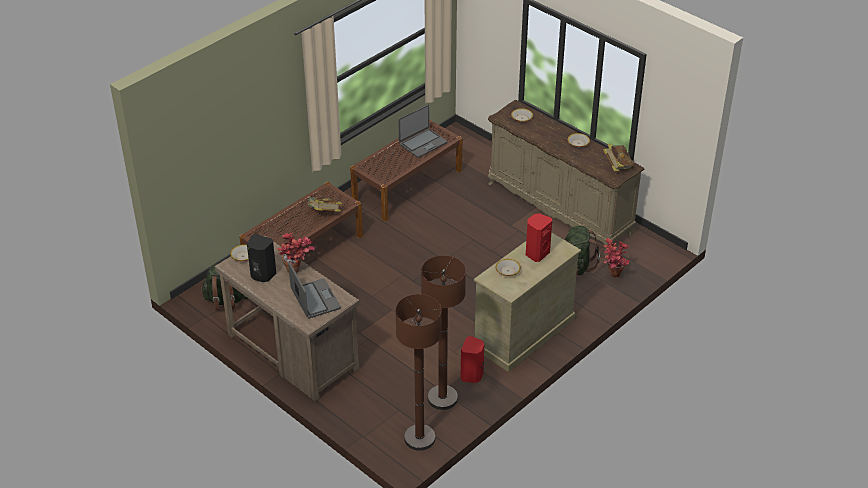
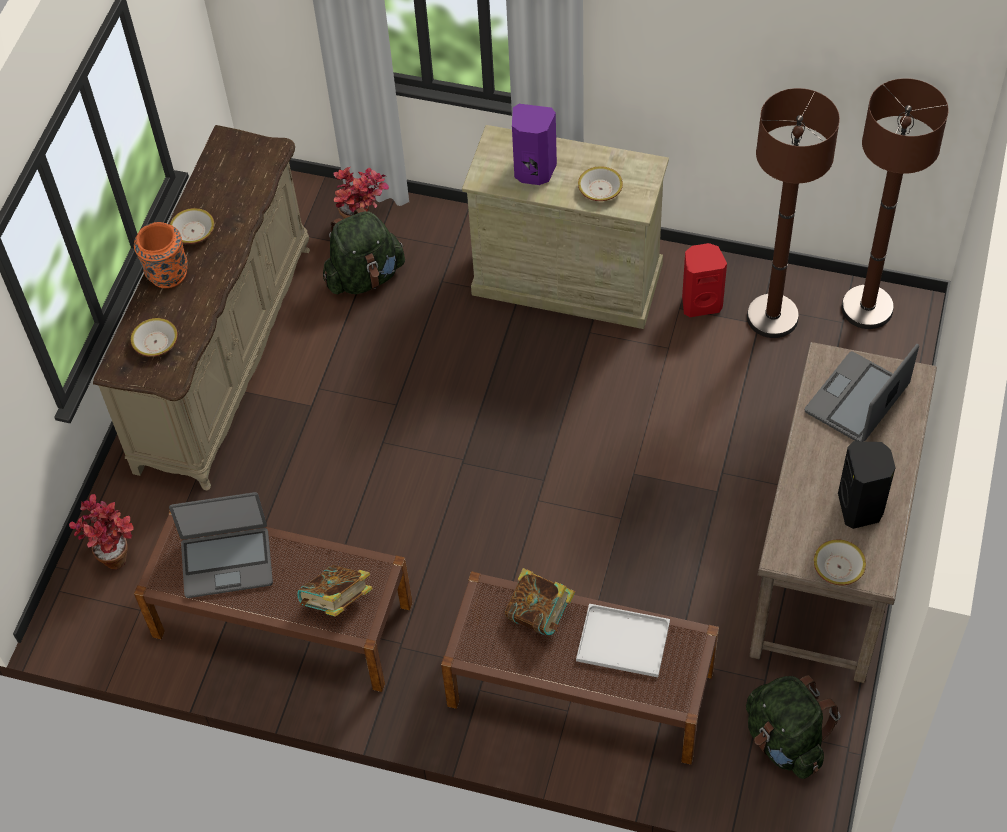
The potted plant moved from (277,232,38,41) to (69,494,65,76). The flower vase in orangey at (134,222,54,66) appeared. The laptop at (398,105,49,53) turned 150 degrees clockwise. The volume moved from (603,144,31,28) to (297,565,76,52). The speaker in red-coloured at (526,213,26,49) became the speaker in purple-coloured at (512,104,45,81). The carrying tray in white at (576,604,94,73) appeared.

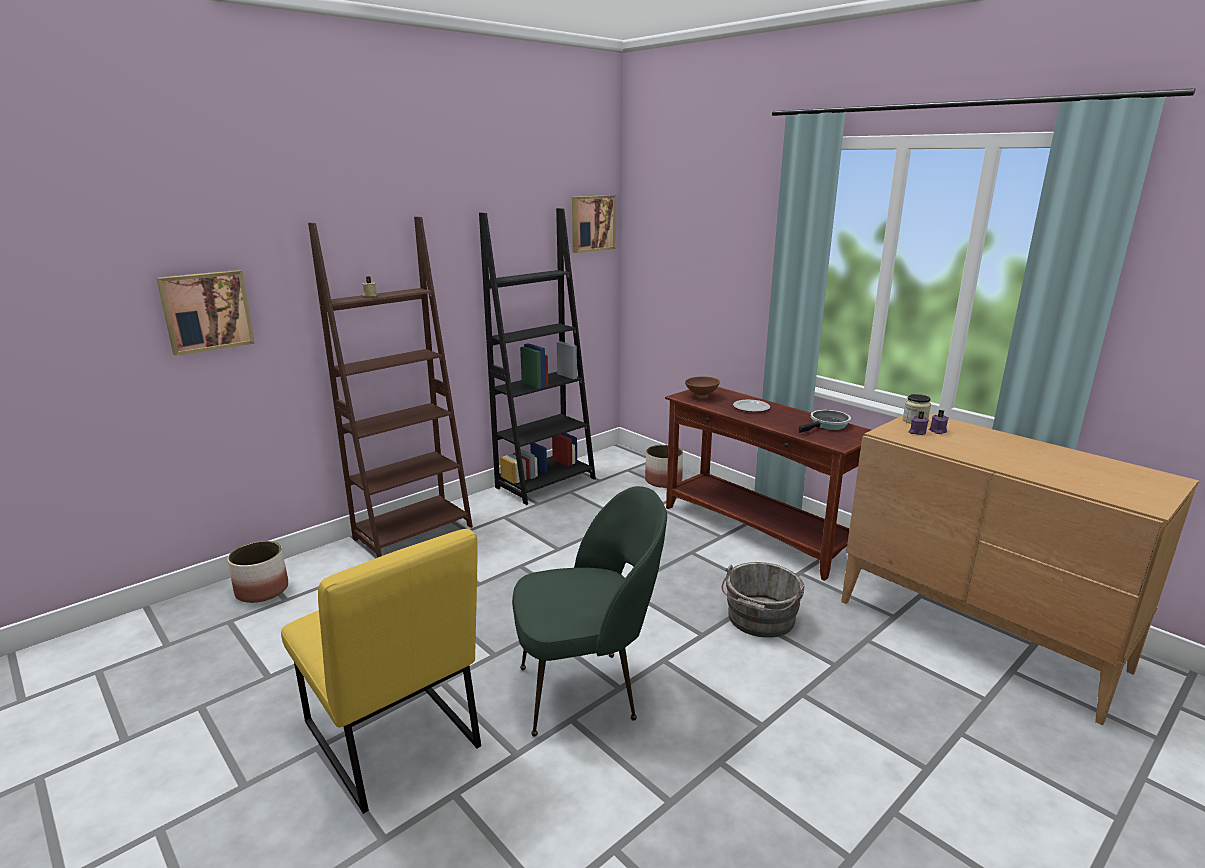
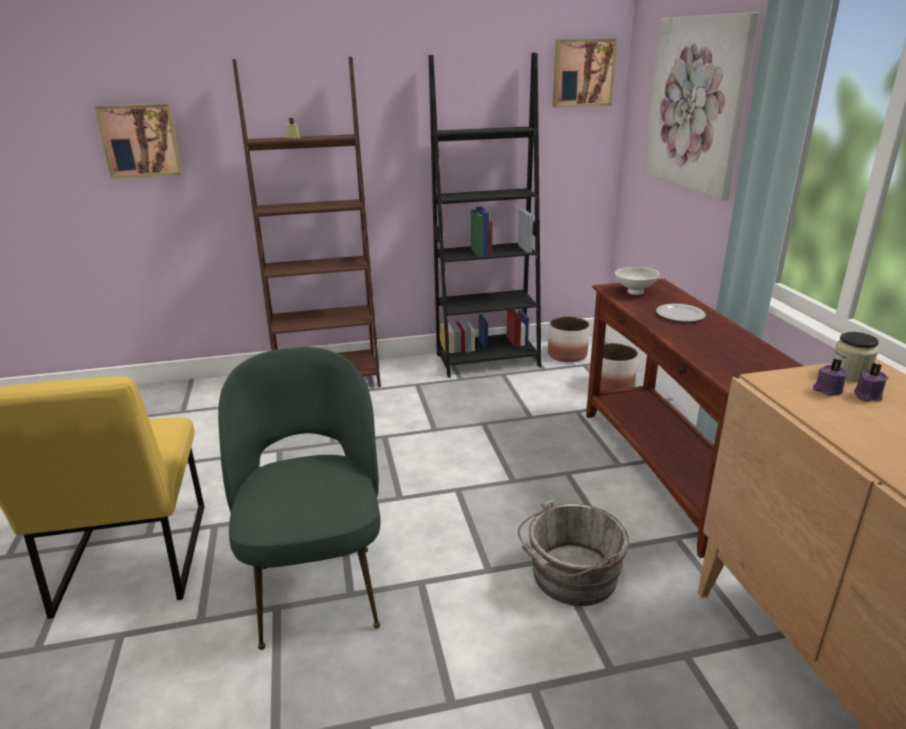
The plain chair in green at (512,486,155,251) turned 120 degrees counterclockwise. The planter moved from (227,541,61,62) to (548,316,42,46). The bowl in brown-coloured at (685,376,35,23) became the bowl in white at (615,267,44,28). The picture at (643,12,117,188) appeared. The frying pan at (799,410,52,23) disappeared.

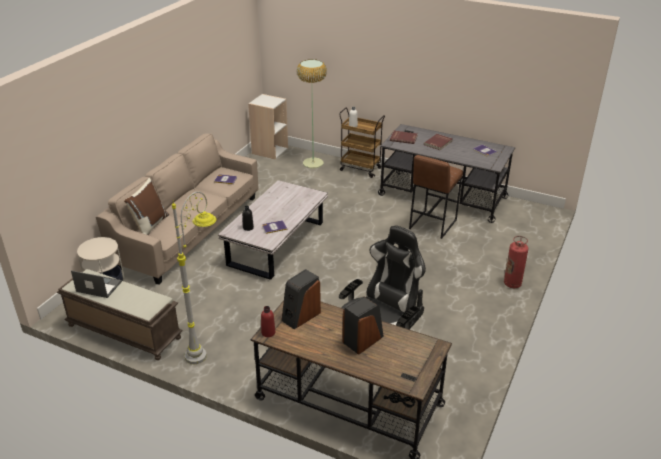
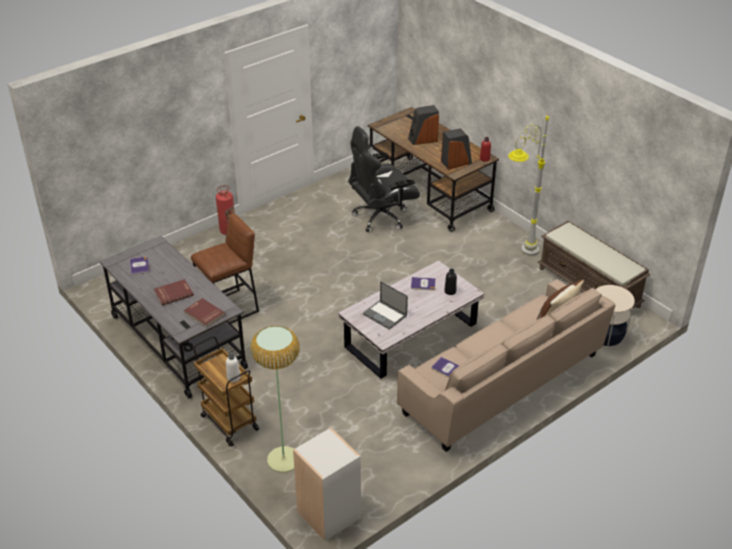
The laptop moved from (71,271,51,27) to (363,281,45,49).

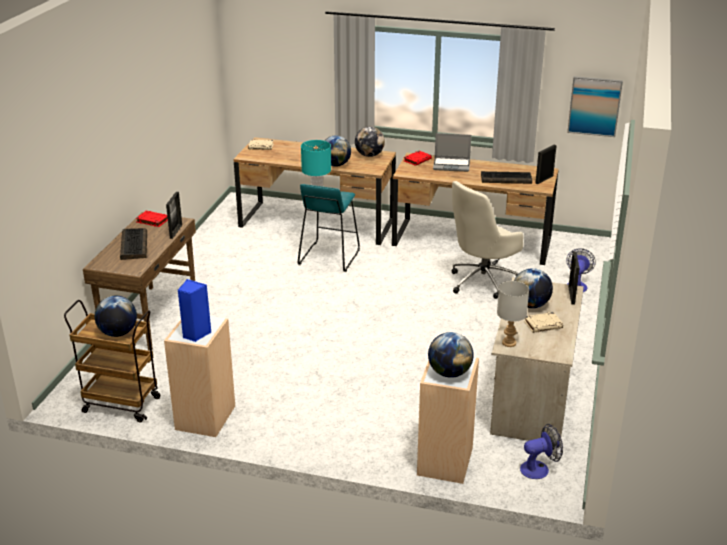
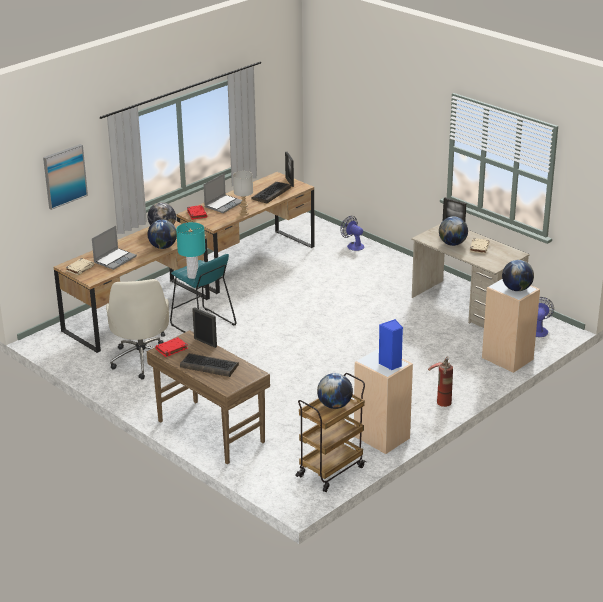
The picture moved from (567,76,56,61) to (43,144,45,66). The laptop at (92,226,45,44) appeared. The computer chair in sand-coloured moved from (452,181,72,118) to (106,279,63,100). The tabletop lamp in greyish moved from (497,281,32,66) to (233,171,20,45). The fire-fighting cylinder at (428,356,25,51) appeared.

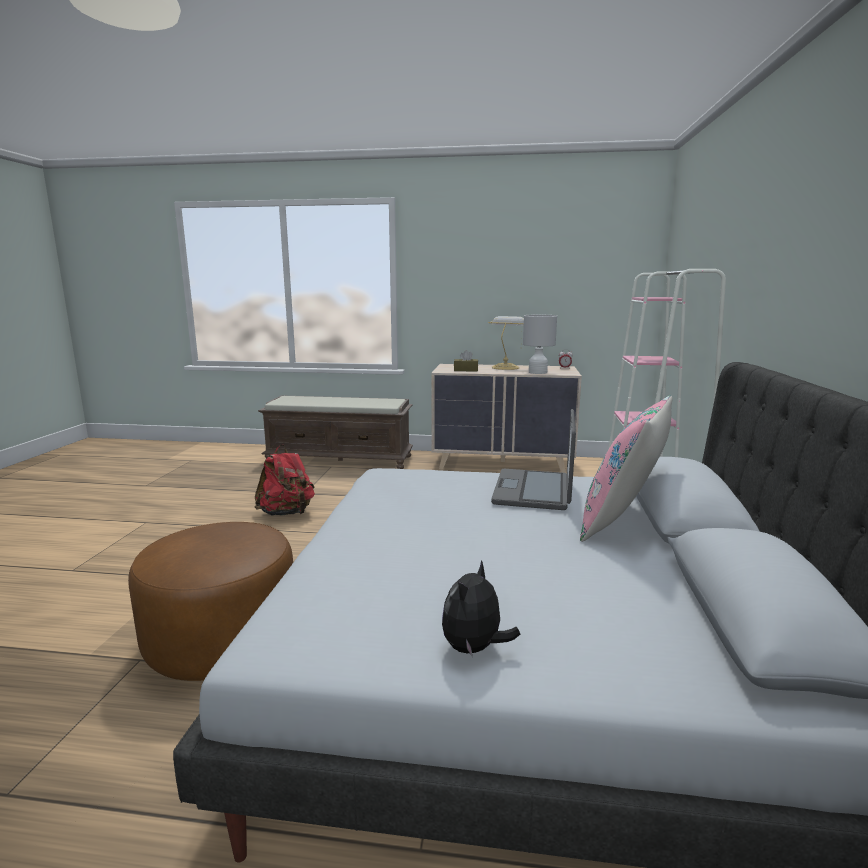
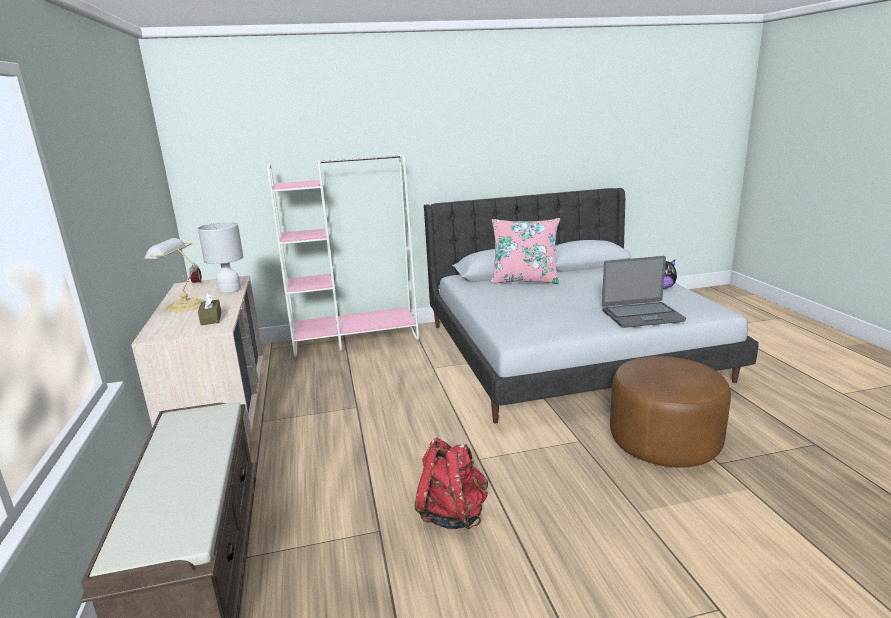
The laptop moved from (491,409,85,101) to (602,256,84,72).

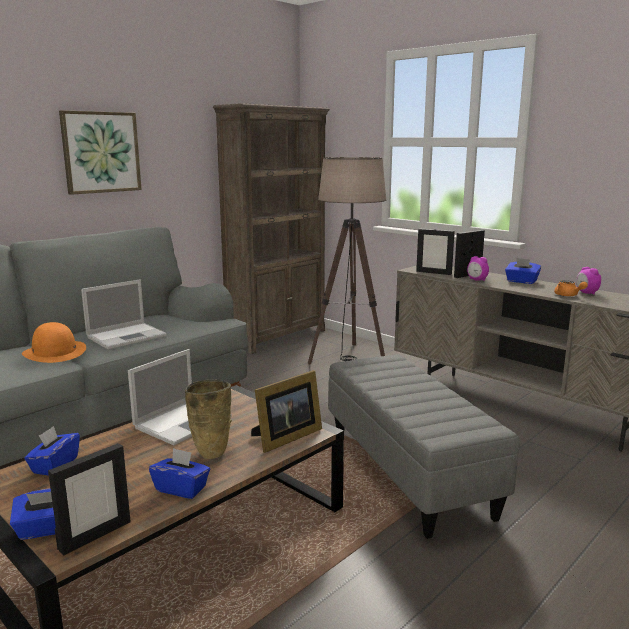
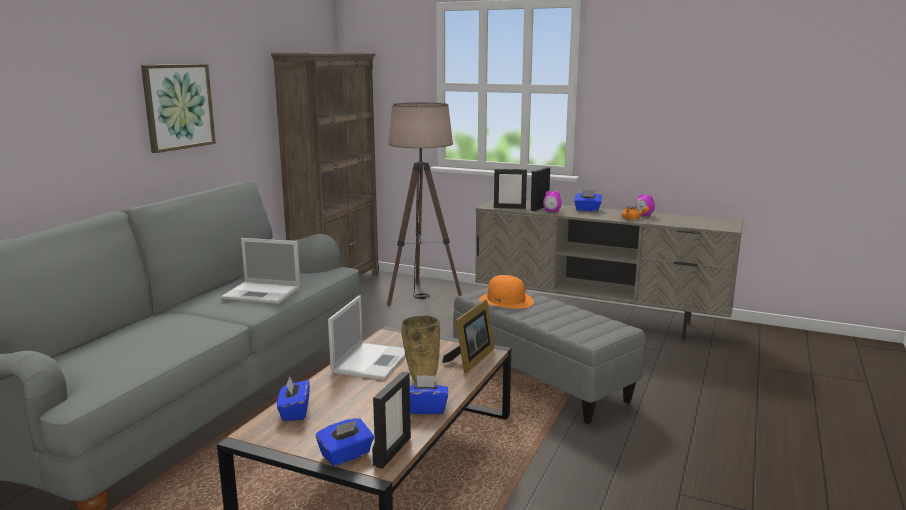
The laptop at (81,279,86,70) turned 75 degrees clockwise. The wearable hat in orangey moved from (22,322,64,41) to (479,275,55,34).

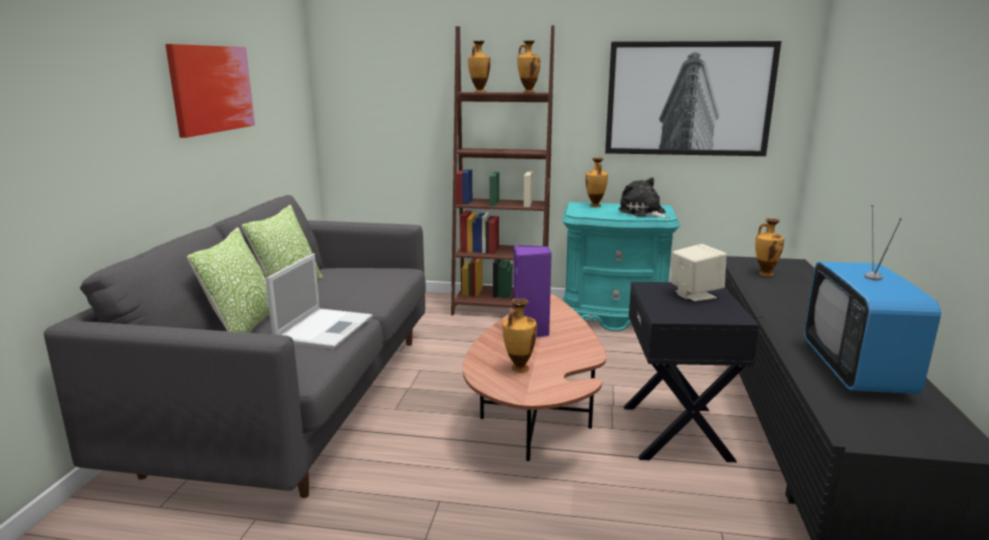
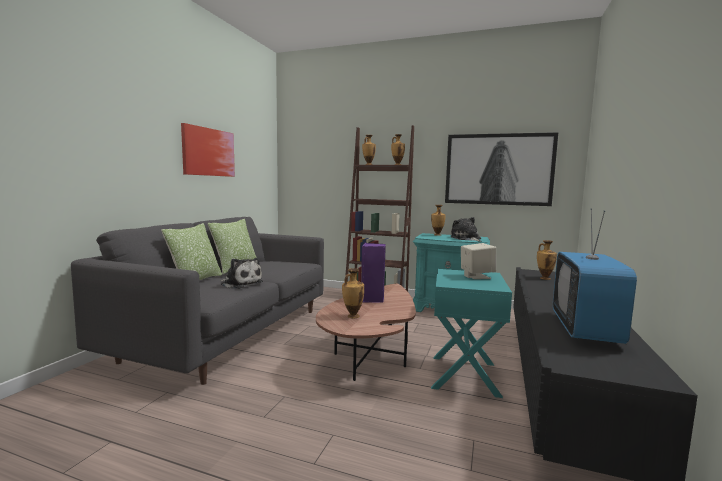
The laptop at (266,254,106,95) was replaced by the cuddly toy at (221,258,42,31). The side table in black-coloured at (624,282,135,180) became the side table in turquoise-coloured at (431,269,81,129).

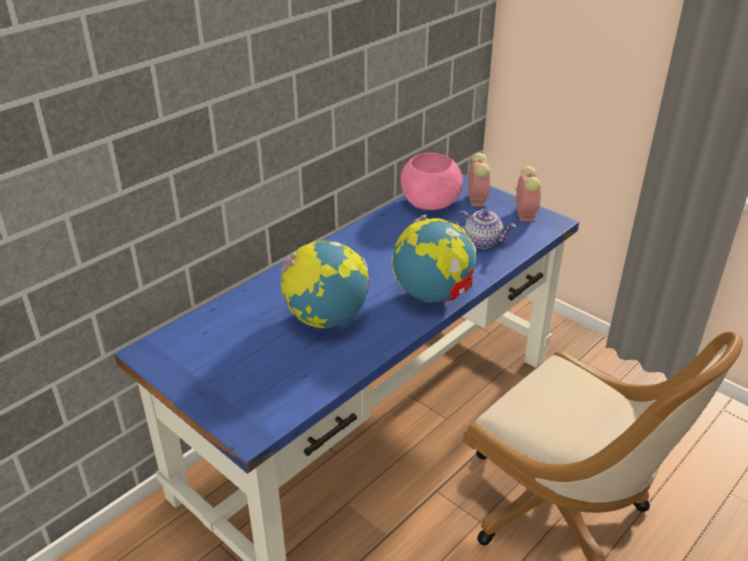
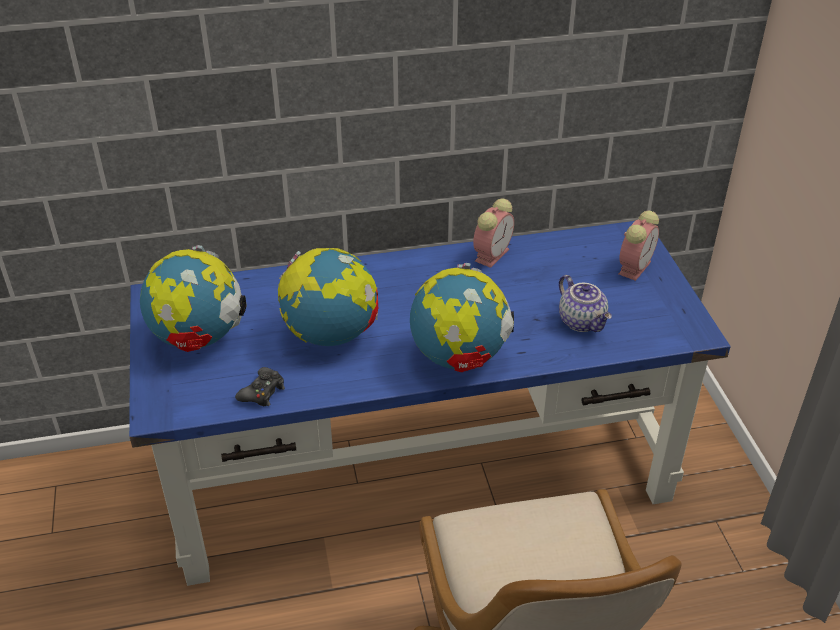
The world globe at (140,245,106,107) appeared. The joypad in black-coloured at (235,367,50,39) appeared. The bedside clock moved from (514,166,27,56) to (473,198,41,70). The bowl in pink at (400,153,63,57) disappeared.

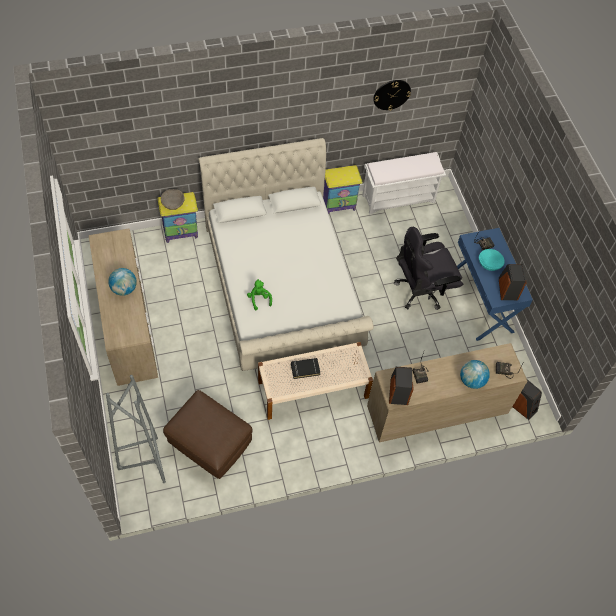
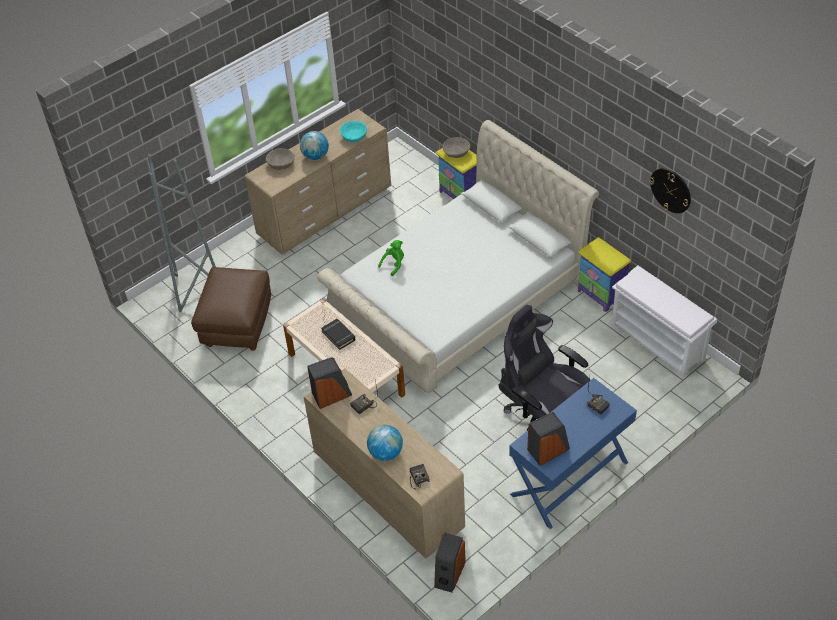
The bowl in sand-coloured at (266,148,29,22) appeared. The bowl in turquoise-coloured moved from (479,249,26,22) to (340,121,27,21).

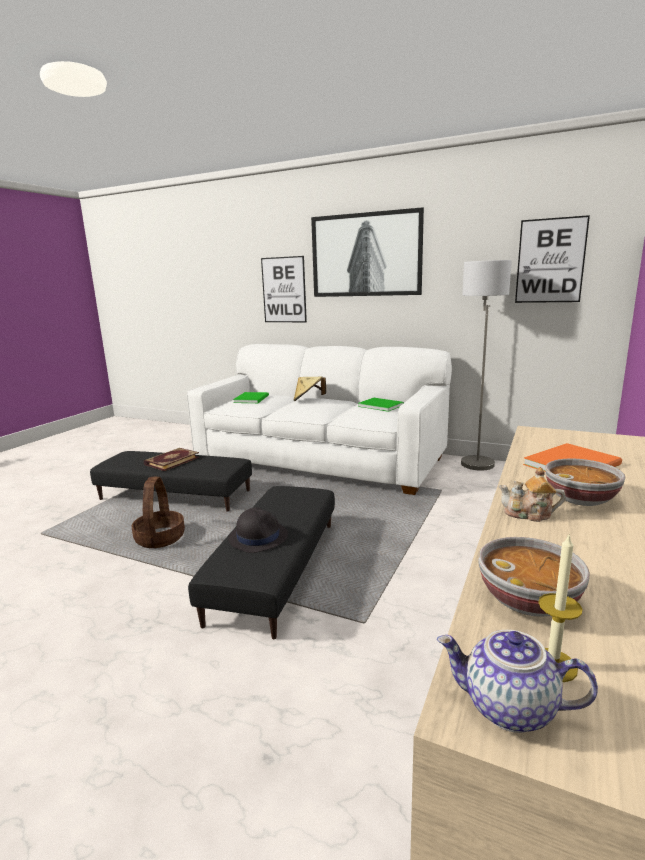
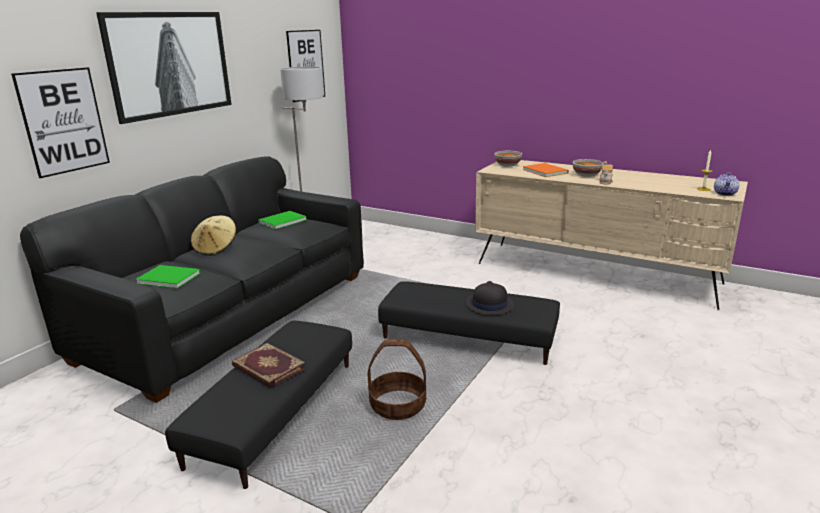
The settee in white at (187,344,265,151) became the settee in black-coloured at (20,156,344,247). The bowl moved from (478,537,112,79) to (494,151,28,15).

